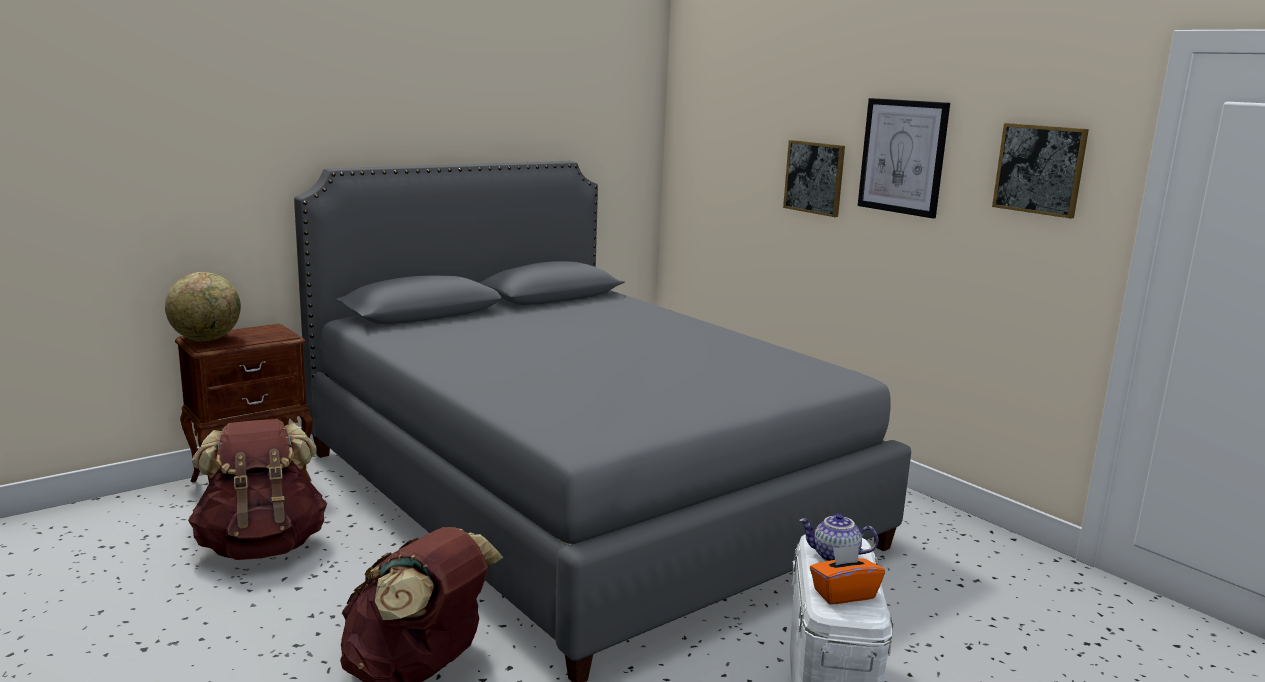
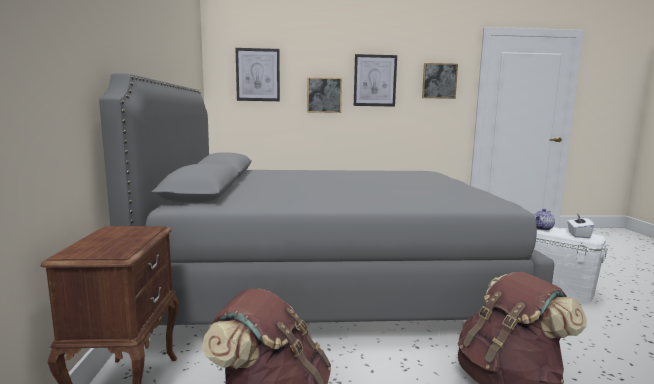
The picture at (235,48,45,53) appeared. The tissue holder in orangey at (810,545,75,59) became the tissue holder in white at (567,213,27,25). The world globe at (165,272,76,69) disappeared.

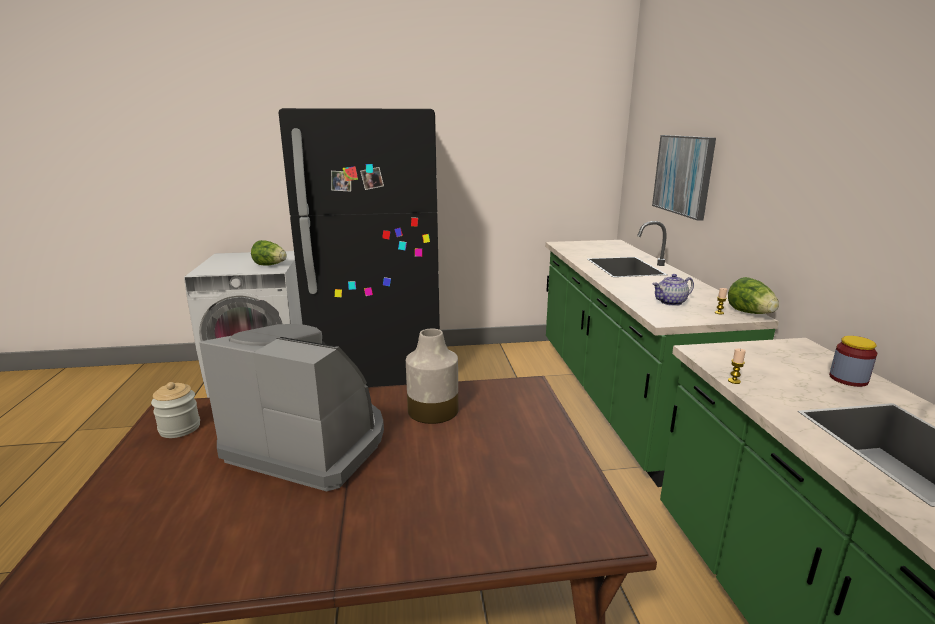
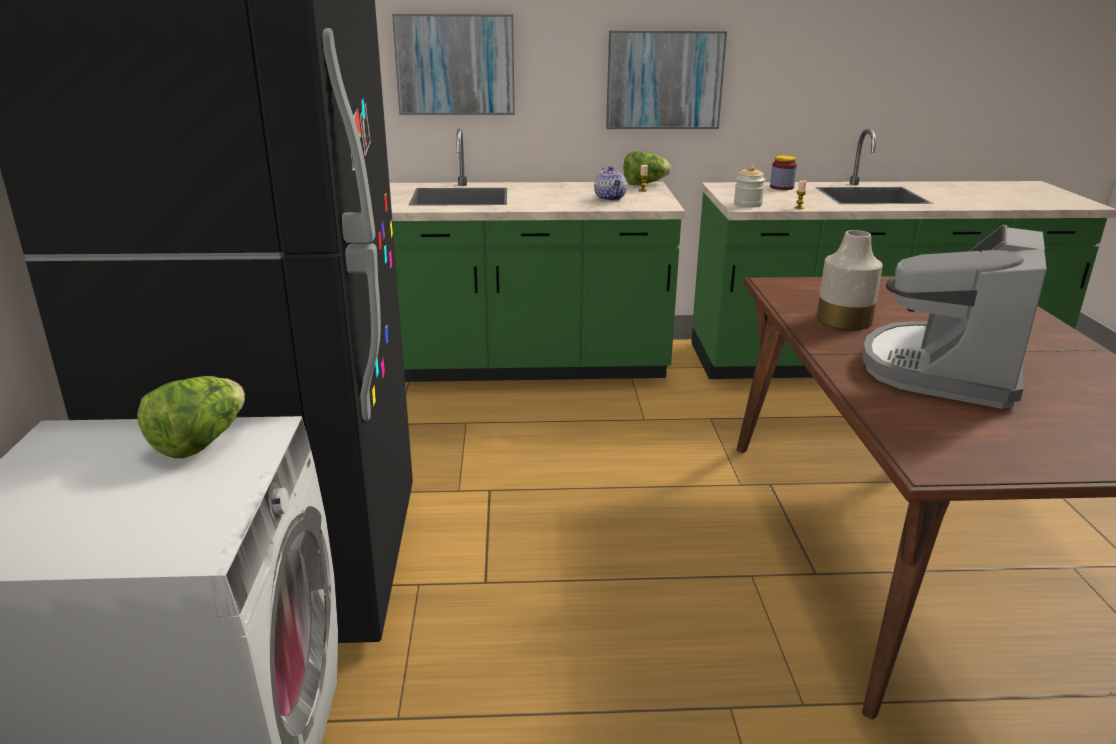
The picture at (606,30,121,99) appeared. The storage jar moved from (151,382,49,56) to (734,166,31,42).

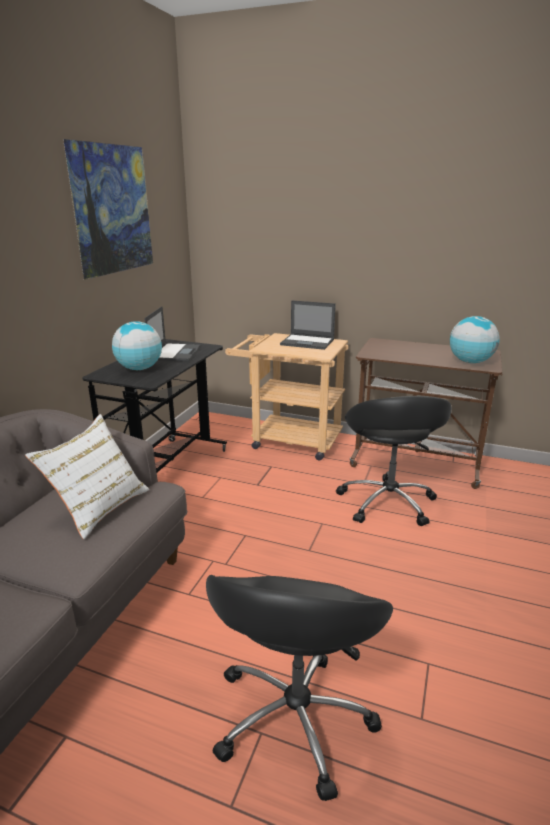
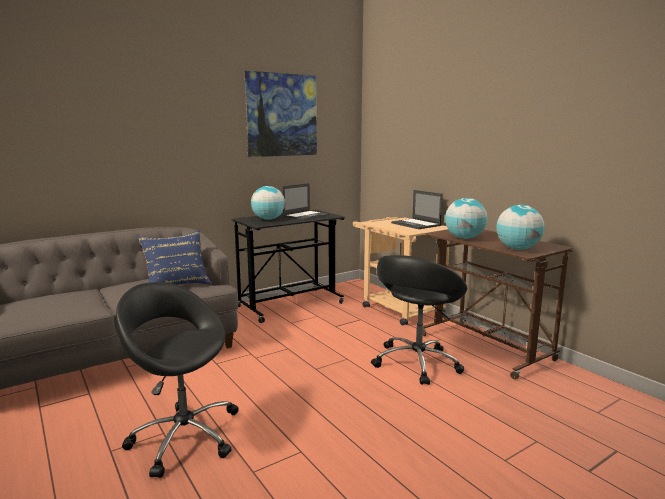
The computer chair in black-coloured at (206,575,187,226) turned 60 degrees clockwise. The pillow in white at (25,414,124,125) became the pillow in bluish at (137,230,75,55). The world globe at (445,198,42,41) appeared.

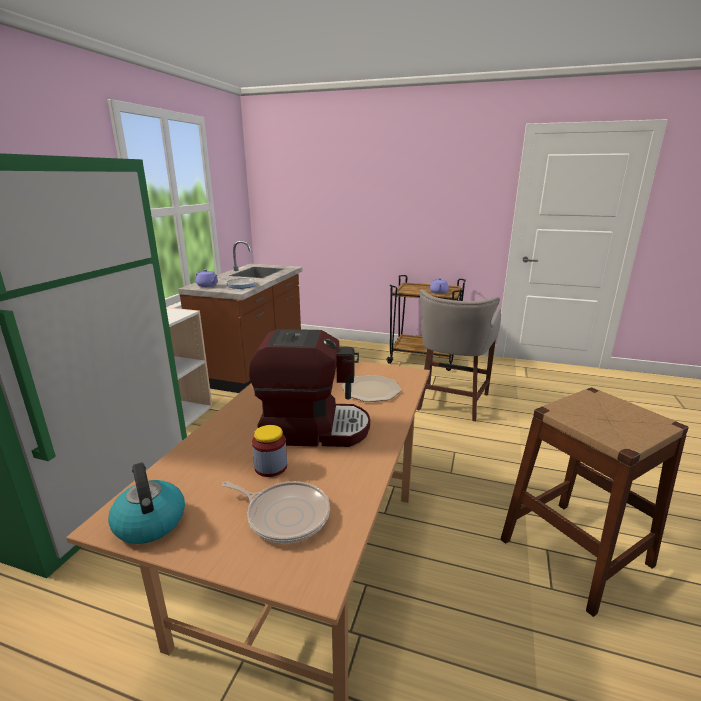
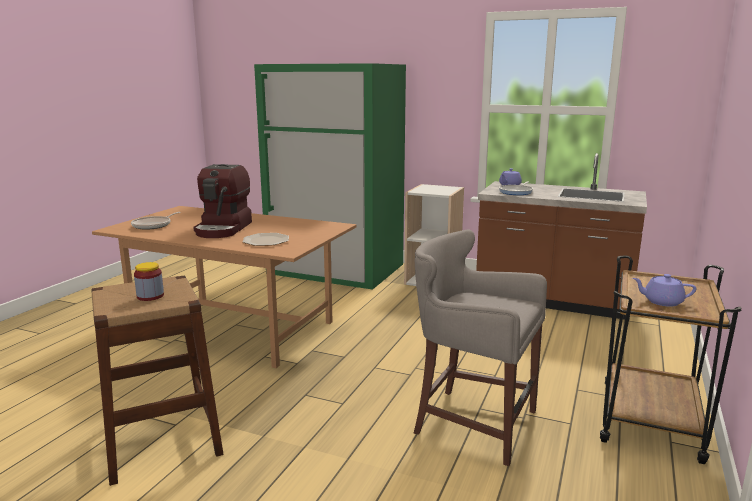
The storage jar moved from (252,425,35,52) to (134,262,30,39). The kettle at (108,463,77,81) disappeared.

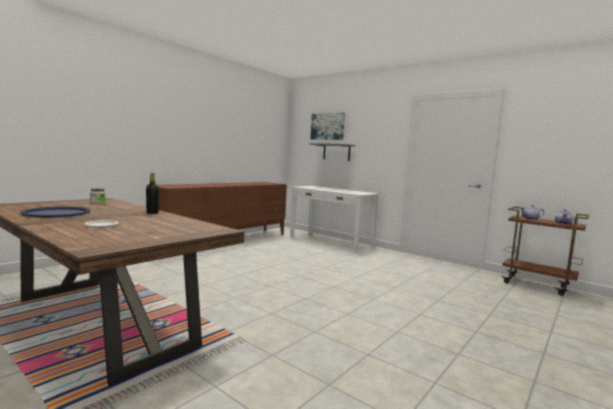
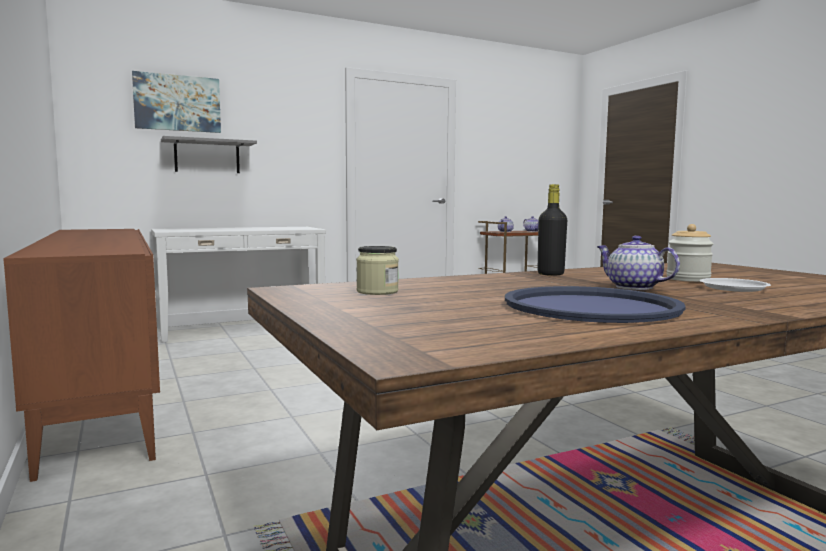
The teapot at (597,235,83,55) appeared. The storage jar at (666,224,48,58) appeared.

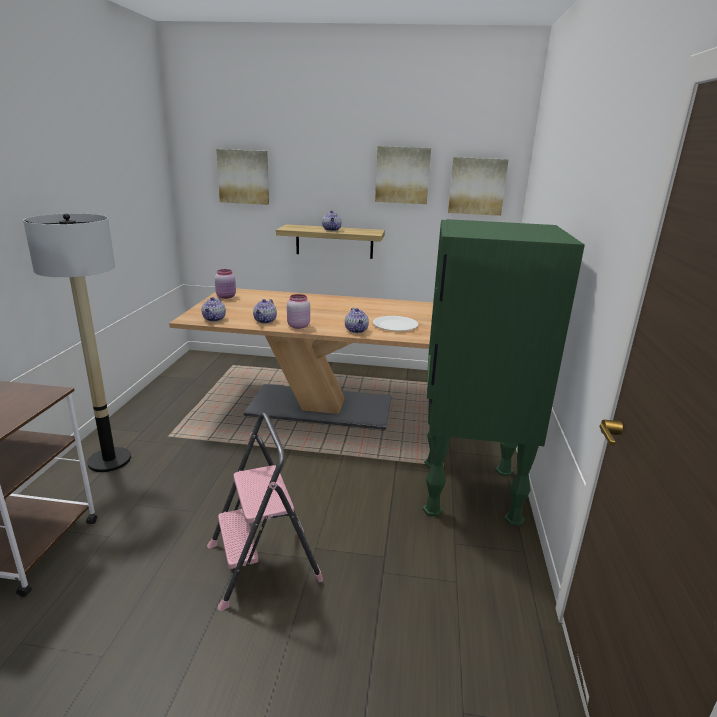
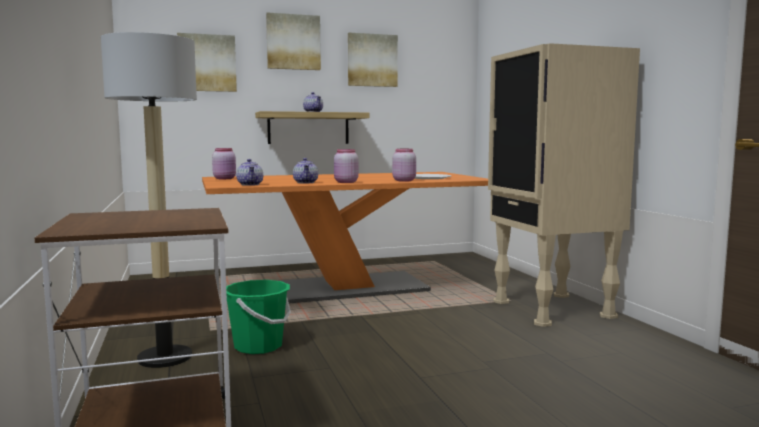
The kitchen table in sand-coloured at (169,288,264,142) became the kitchen table in orangey at (202,172,286,131). The pail in green at (226,280,65,74) appeared. The picture moved from (448,157,61,59) to (266,12,55,58). The teapot at (345,308,24,25) was replaced by the storage jar in pink at (392,149,24,33). The storage cabinet in green at (423,219,162,307) became the storage cabinet in sand-coloured at (488,43,152,284). The step stool in pink at (207,412,116,199) disappeared.

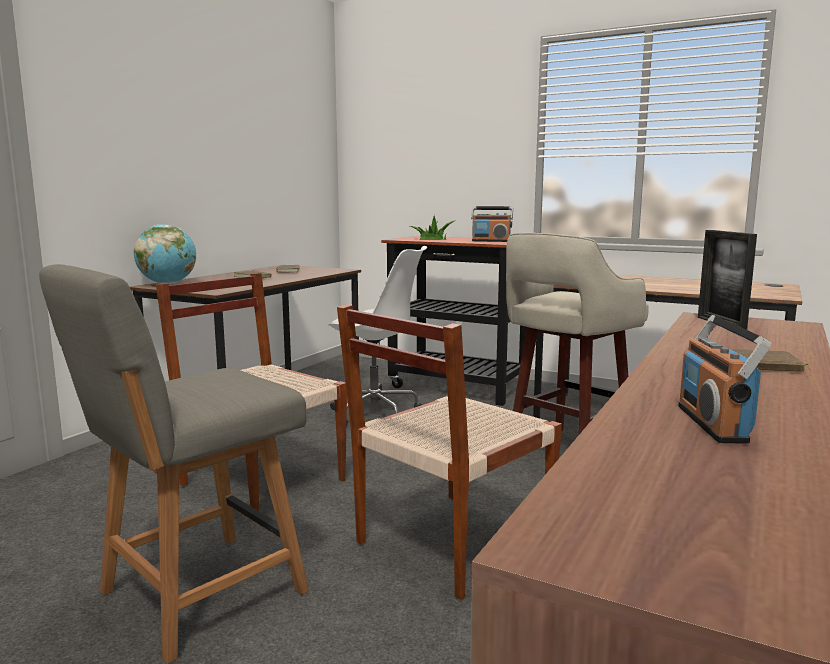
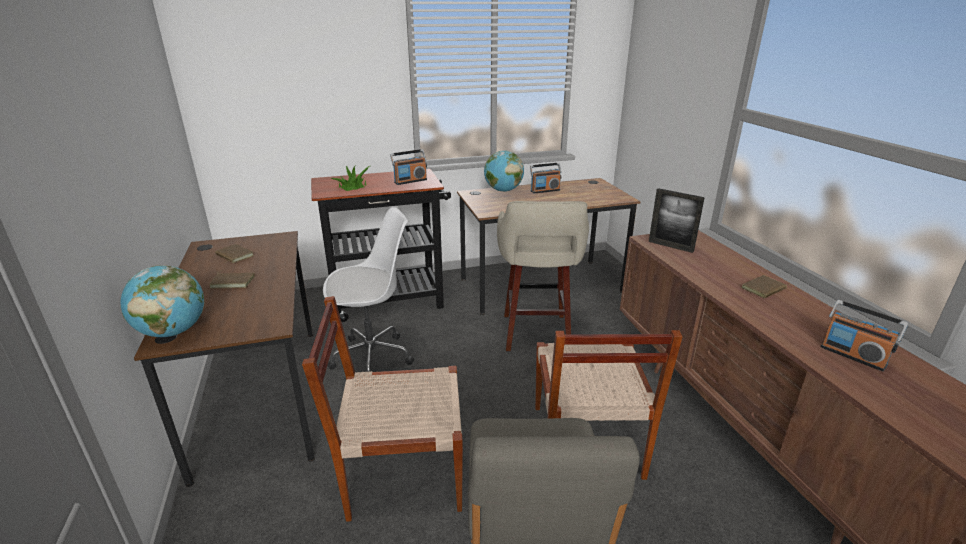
The world globe at (484,151,40,41) appeared. The radio at (530,163,31,31) appeared.

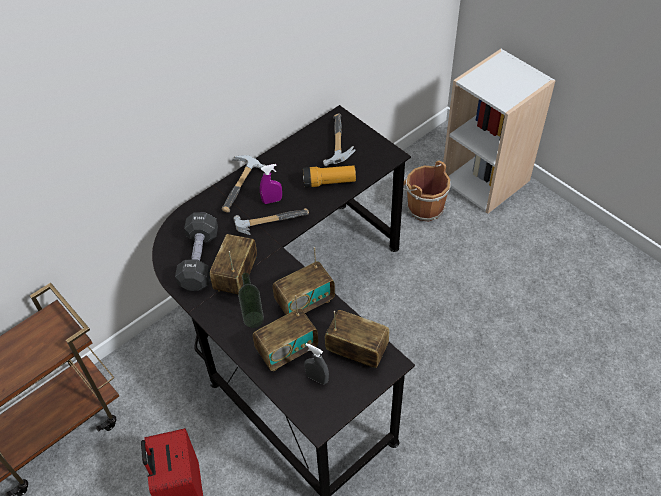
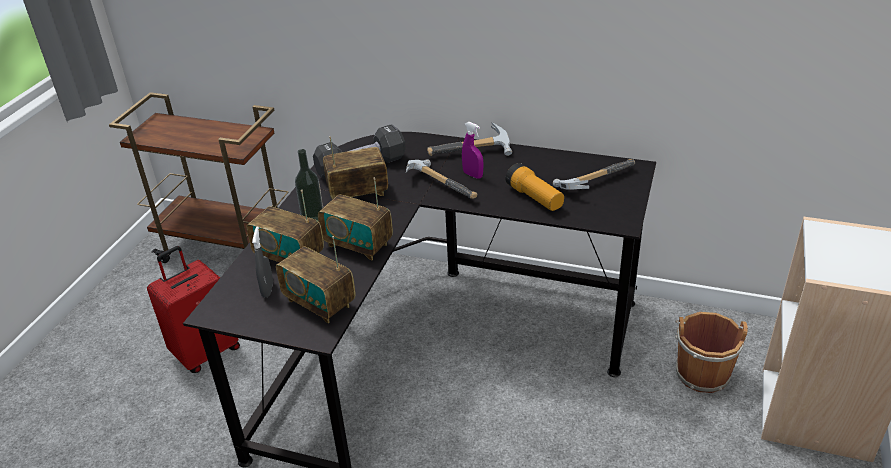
The radio at (325,310,64,58) turned 135 degrees clockwise.

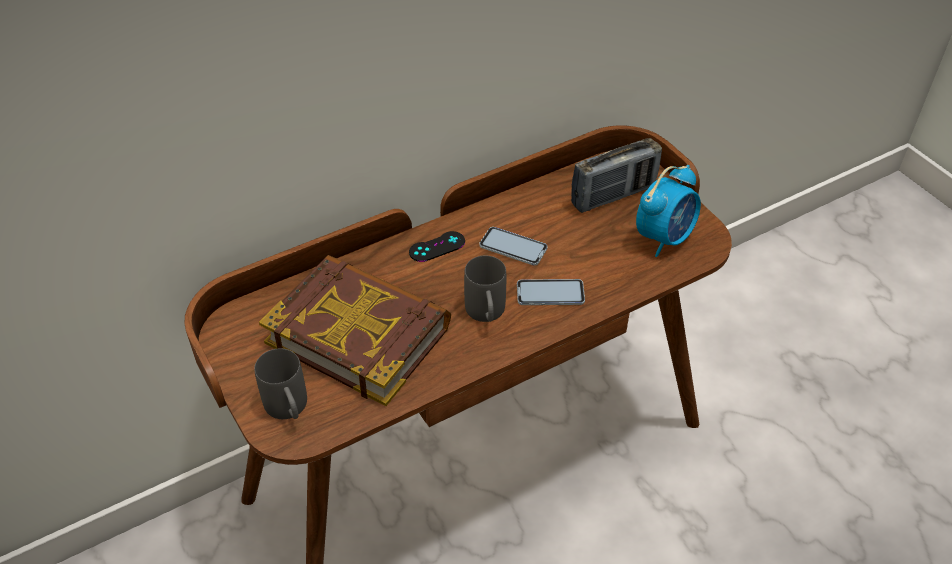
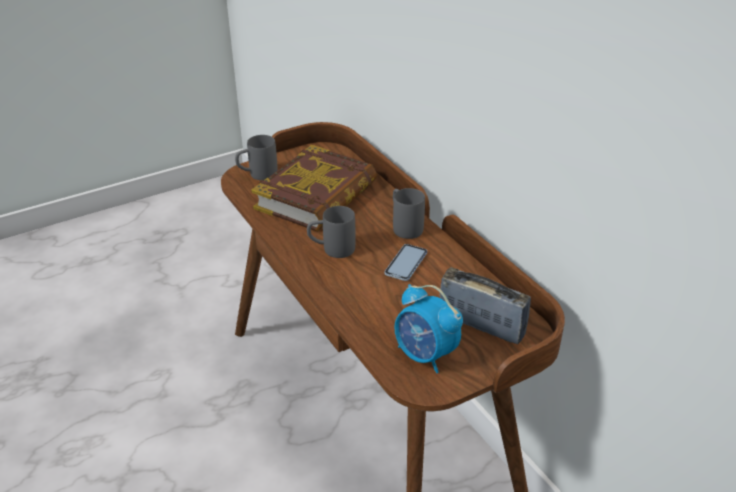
The joypad in black-coloured at (409,231,56,31) was replaced by the coffee mug in greyish at (393,188,32,51). The radio at (571,138,91,75) turned 150 degrees clockwise. The telephone at (517,279,68,26) disappeared.

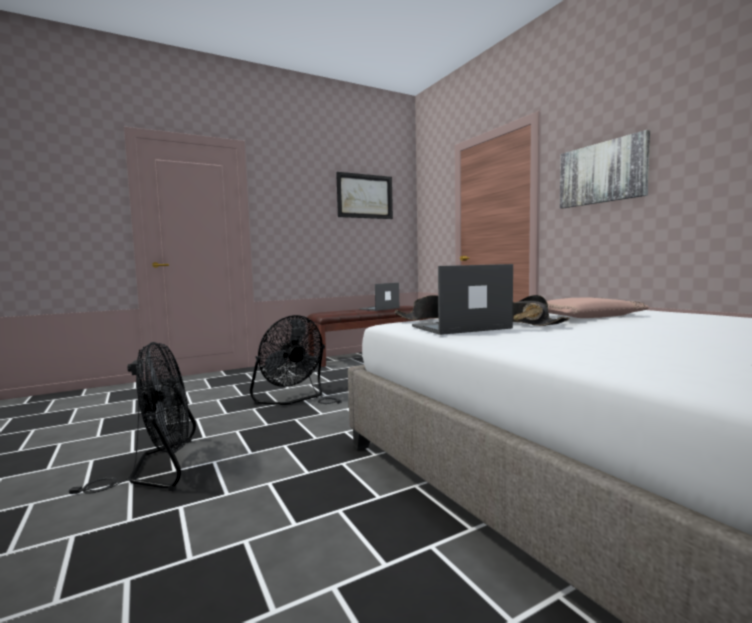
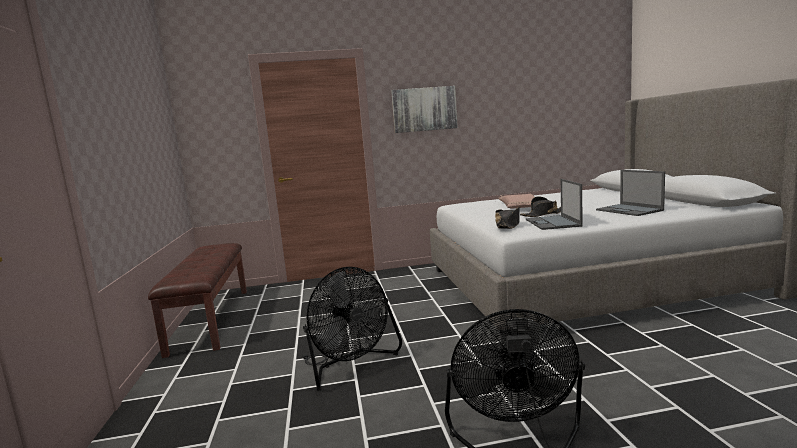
The cooling fan in black-coloured at (250,315,92,90) turned 105 degrees counterclockwise. The laptop moved from (359,283,41,28) to (596,170,69,46). The picture at (336,172,57,47) disappeared.

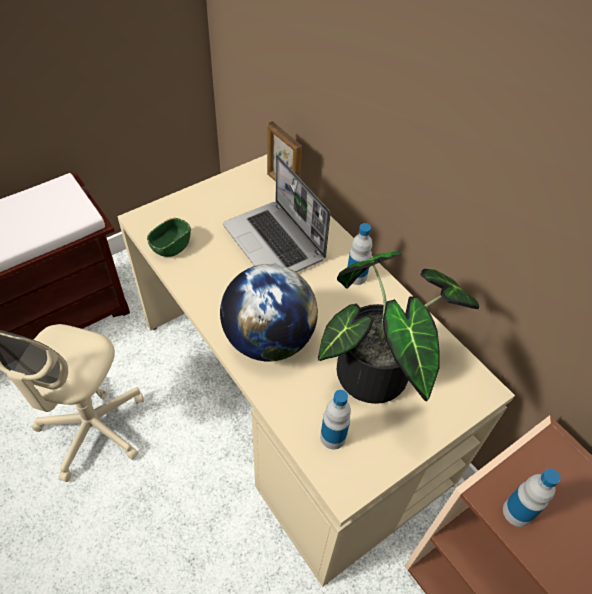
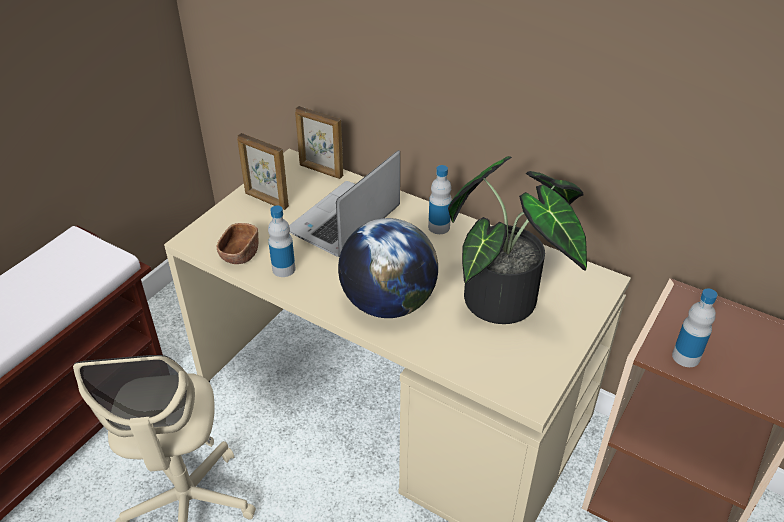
The bowl in green at (147,218,44,39) became the bowl in brown-coloured at (217,223,41,41). The picture frame at (237,133,52,77) appeared. The beverage bottle moved from (320,390,31,59) to (268,206,28,71). The laptop at (223,155,107,117) turned 90 degrees clockwise.

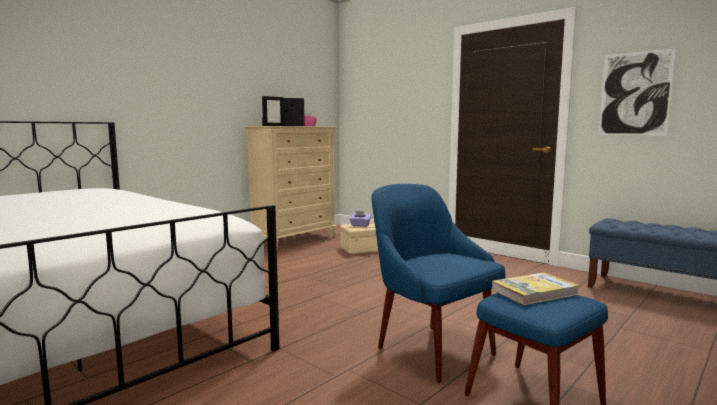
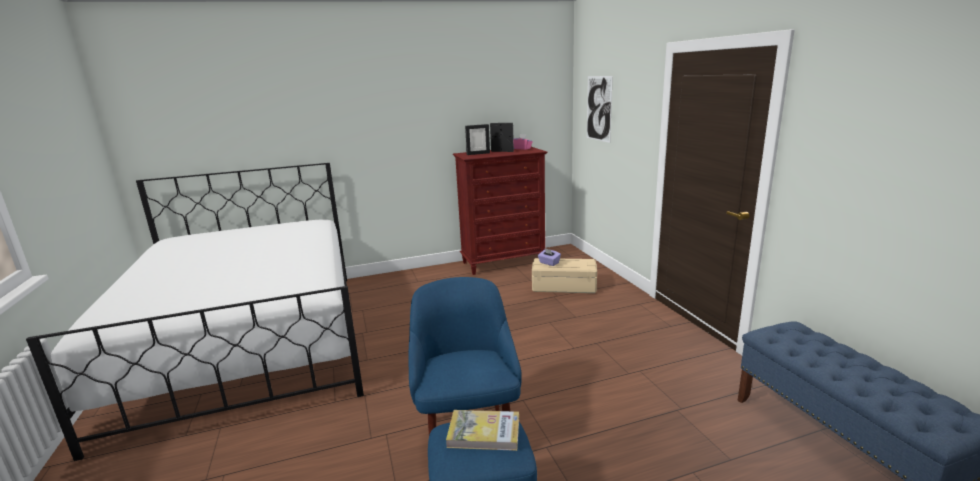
The dresser in sand-coloured at (244,126,93,123) became the dresser in red-coloured at (453,147,94,128). The picture moved from (599,48,77,87) to (587,76,26,67).

